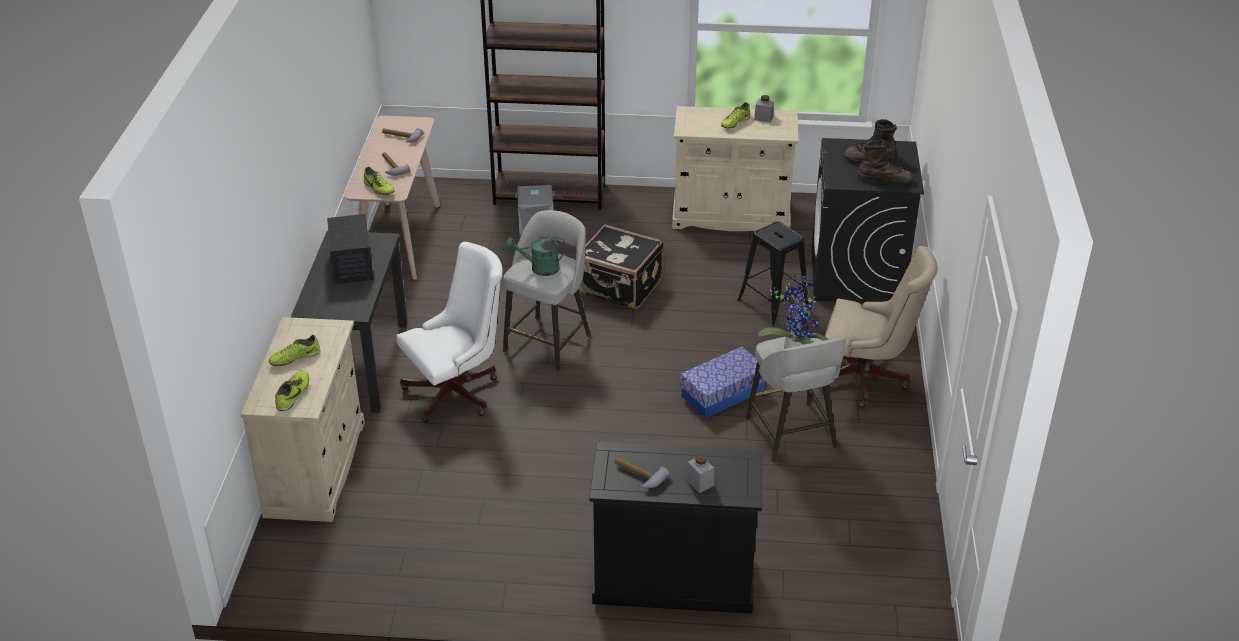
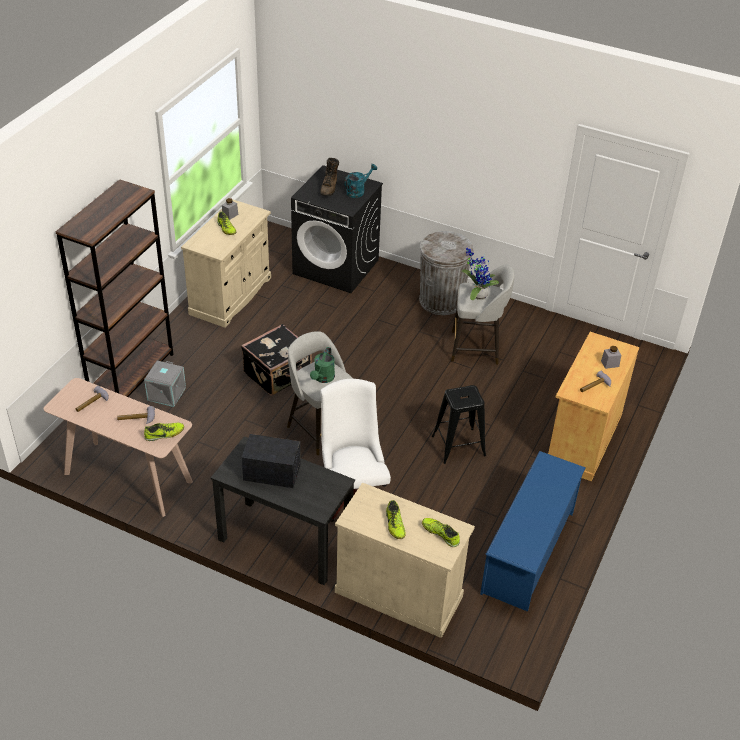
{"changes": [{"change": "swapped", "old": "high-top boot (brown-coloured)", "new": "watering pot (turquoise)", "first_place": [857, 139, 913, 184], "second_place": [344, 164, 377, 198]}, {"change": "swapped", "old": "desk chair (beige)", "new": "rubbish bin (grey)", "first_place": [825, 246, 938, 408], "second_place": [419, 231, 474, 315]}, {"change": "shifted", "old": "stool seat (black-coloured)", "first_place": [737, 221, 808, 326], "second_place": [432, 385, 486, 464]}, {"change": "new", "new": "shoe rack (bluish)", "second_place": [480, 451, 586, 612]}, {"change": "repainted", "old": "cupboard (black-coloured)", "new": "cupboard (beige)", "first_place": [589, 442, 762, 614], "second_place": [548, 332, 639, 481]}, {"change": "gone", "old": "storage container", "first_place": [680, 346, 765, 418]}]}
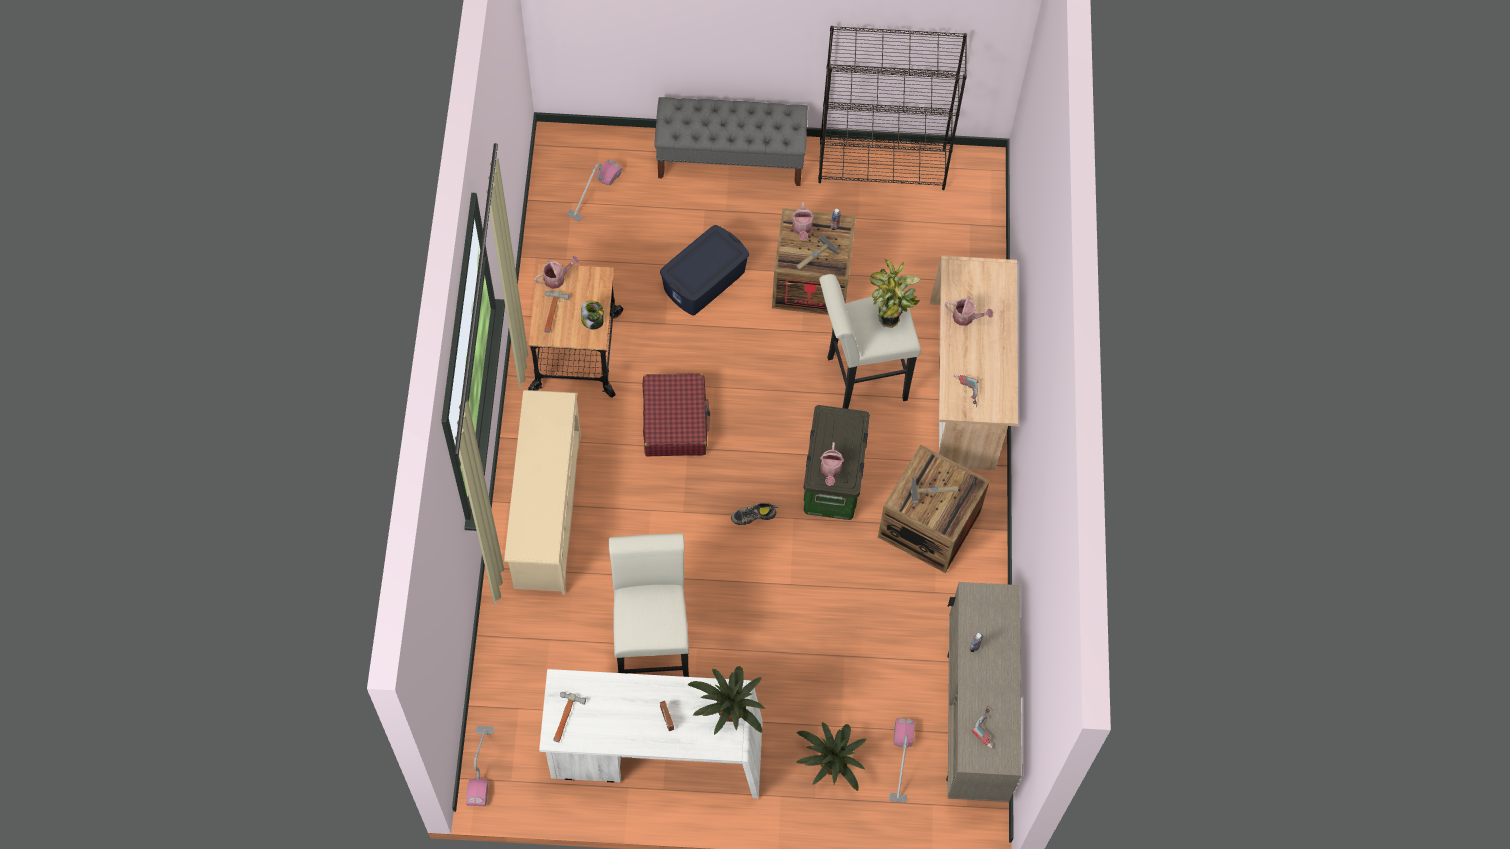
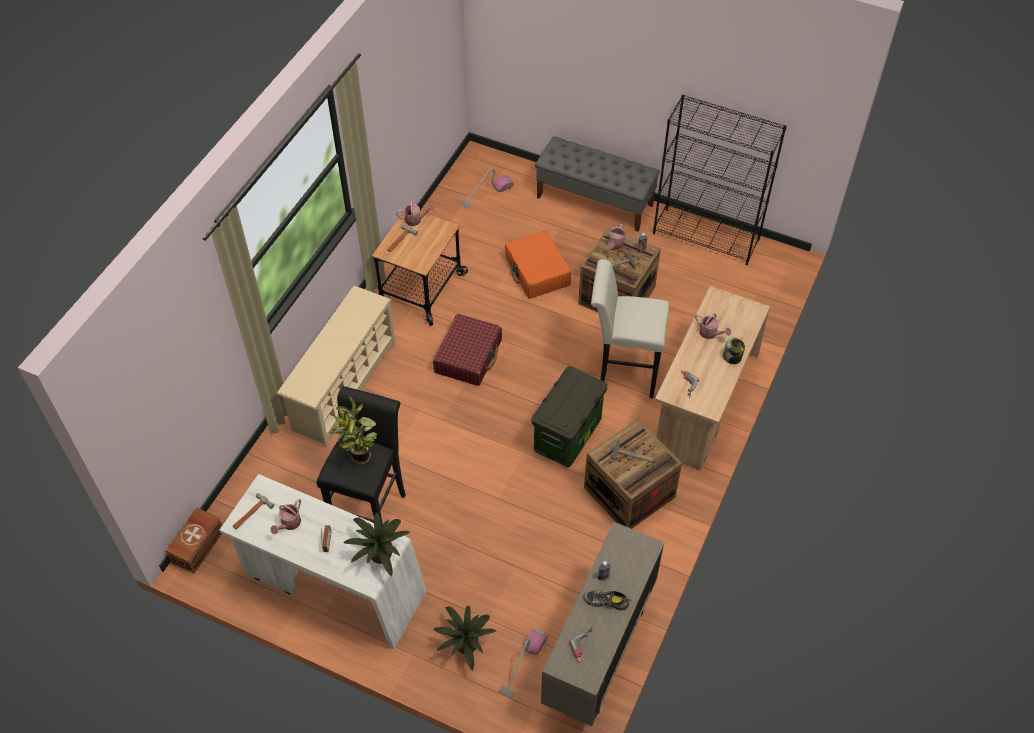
{"changes": [{"change": "swapped", "old": "vacuum", "new": "storage container (brown-coloured)", "first_place": [466, 726, 494, 806], "second_place": [166, 507, 222, 573]}, {"change": "shifted", "old": "watering pot", "first_place": [820, 442, 844, 486], "second_place": [271, 499, 301, 534]}, {"change": "repainted", "old": "stool seat (whitish)", "new": "stool seat (black-coloured)", "first_place": [609, 533, 689, 677], "second_place": [317, 386, 406, 526]}, {"change": "shifted", "old": "potted plant", "first_place": [870, 259, 920, 328], "second_place": [330, 396, 377, 465]}, {"change": "swapped", "old": "storage container (bluish)", "new": "suitcase (orange-coloured)", "first_place": [660, 225, 749, 316], "second_place": [505, 231, 572, 299]}, {"change": "shifted", "old": "low shoe", "first_place": [731, 503, 778, 525], "second_place": [584, 590, 632, 610]}, {"change": "shifted", "old": "preserve jar", "first_place": [581, 300, 604, 329], "second_place": [723, 337, 745, 364]}]}
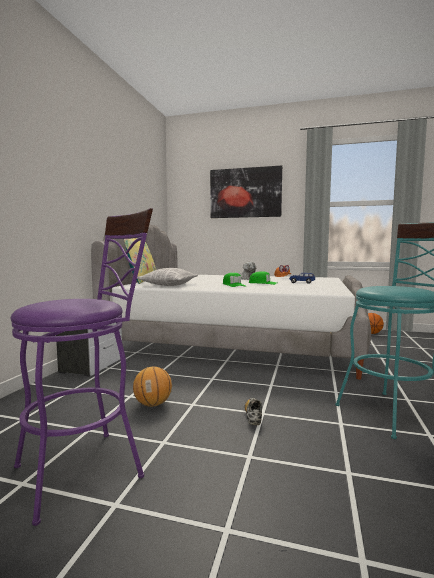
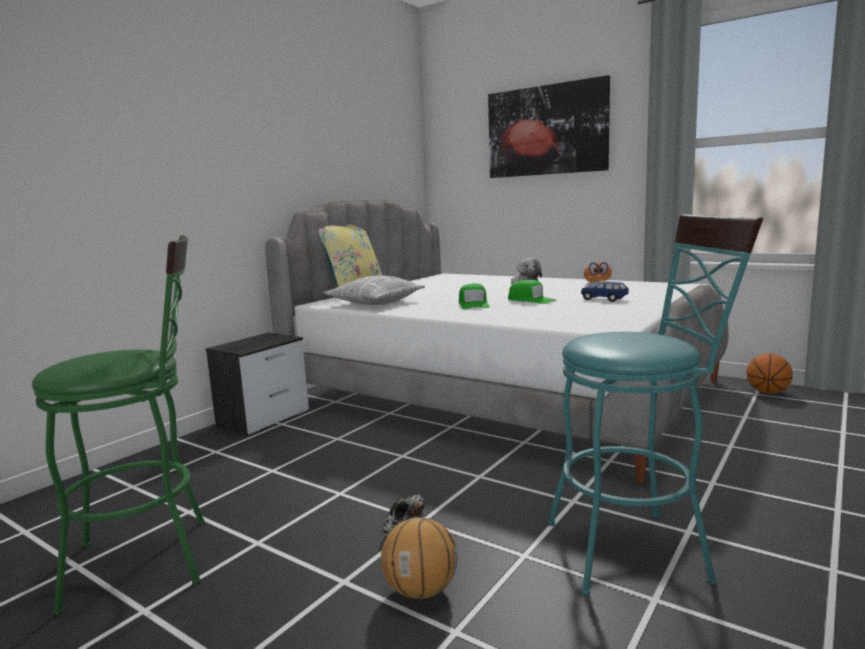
{"changes": [{"change": "repainted", "old": "stool seat (purplish)", "new": "stool seat (greenish)", "first_place": [11, 208, 153, 526], "second_place": [32, 235, 205, 616]}, {"change": "shifted", "old": "ball for basketball", "first_place": [133, 367, 172, 407], "second_place": [381, 517, 458, 599]}]}
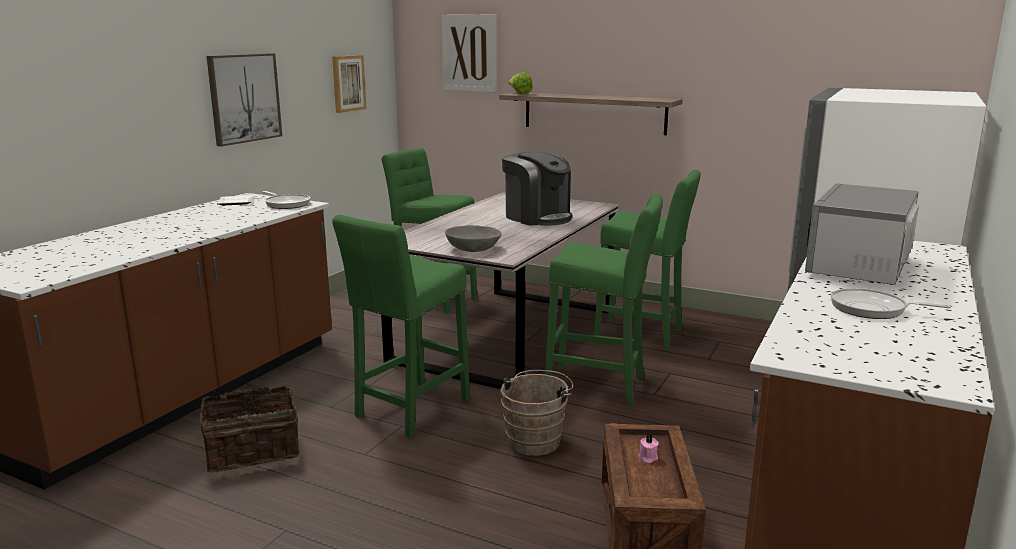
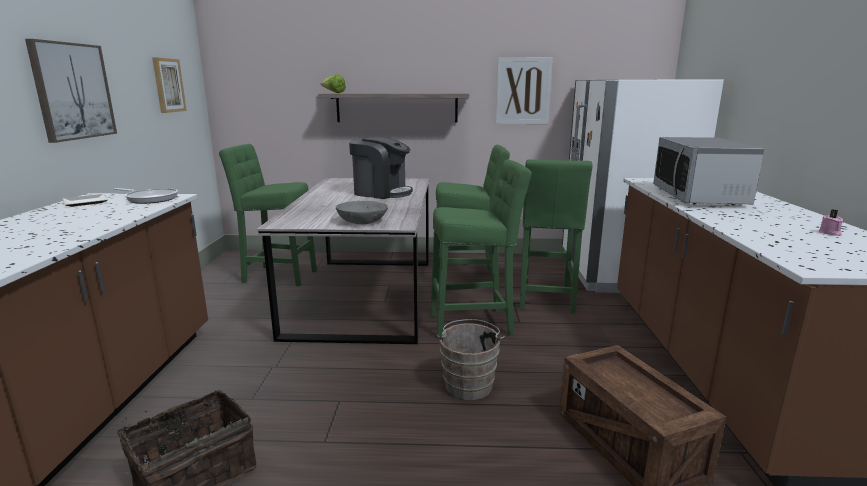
{"changes": [{"change": "shifted", "old": "picture", "first_place": [442, 15, 497, 92], "second_place": [496, 57, 553, 124]}, {"change": "shifted", "old": "stool seat (greenish)", "first_place": [332, 215, 470, 438], "second_place": [520, 159, 592, 313]}, {"change": "shifted", "old": "wax candle (pink-coloured)", "first_place": [638, 433, 659, 463], "second_place": [819, 210, 843, 236]}, {"change": "gone", "old": "skillet", "first_place": [831, 288, 951, 319]}]}
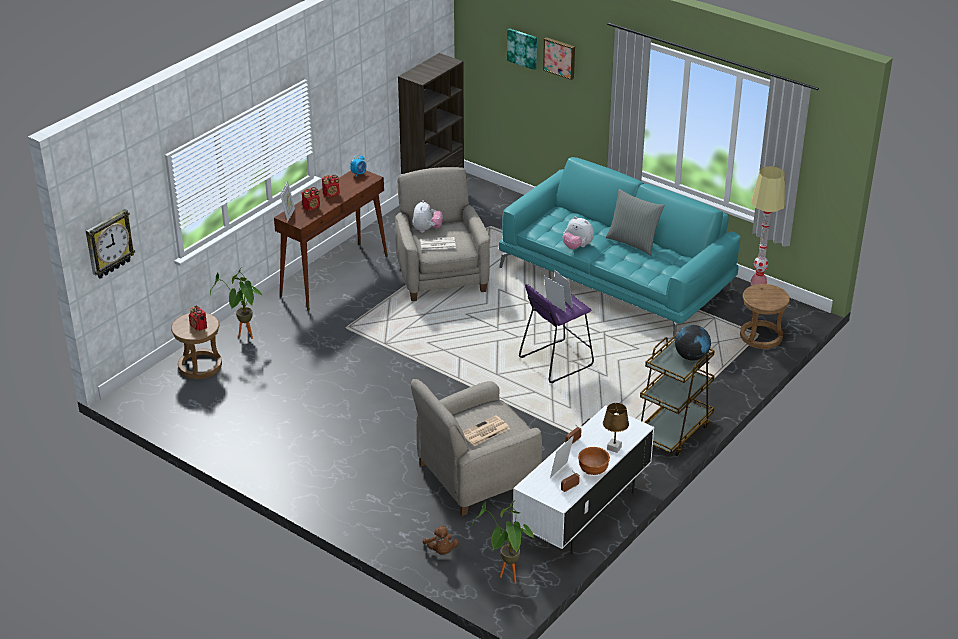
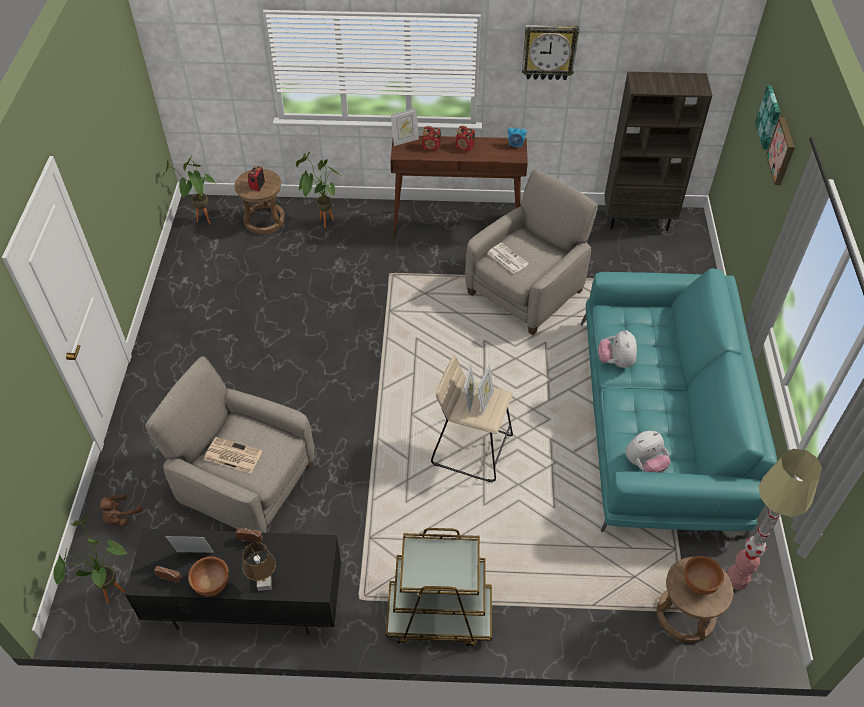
{"changes": [{"change": "repainted", "old": "media console (whitish)", "new": "media console (black-coloured)", "first_place": [513, 405, 654, 554], "second_place": [125, 528, 341, 635]}, {"change": "new", "new": "potted plant", "second_place": [161, 154, 215, 224]}, {"change": "repainted", "old": "stool seat (purplish)", "new": "stool seat (beige)", "first_place": [519, 284, 594, 383], "second_place": [431, 355, 513, 482]}, {"change": "shifted", "old": "clock on the wall", "first_place": [86, 209, 135, 279], "second_place": [522, 25, 579, 80]}, {"change": "shifted", "old": "cuddly toy", "first_place": [412, 200, 443, 233], "second_place": [626, 431, 671, 472]}, {"change": "new", "new": "serving bowl (brown-coloured)", "second_place": [684, 556, 724, 595]}, {"change": "gone", "old": "pillow (grey)", "first_place": [606, 189, 665, 255]}, {"change": "gone", "old": "desk globe", "first_place": [675, 325, 711, 361]}]}
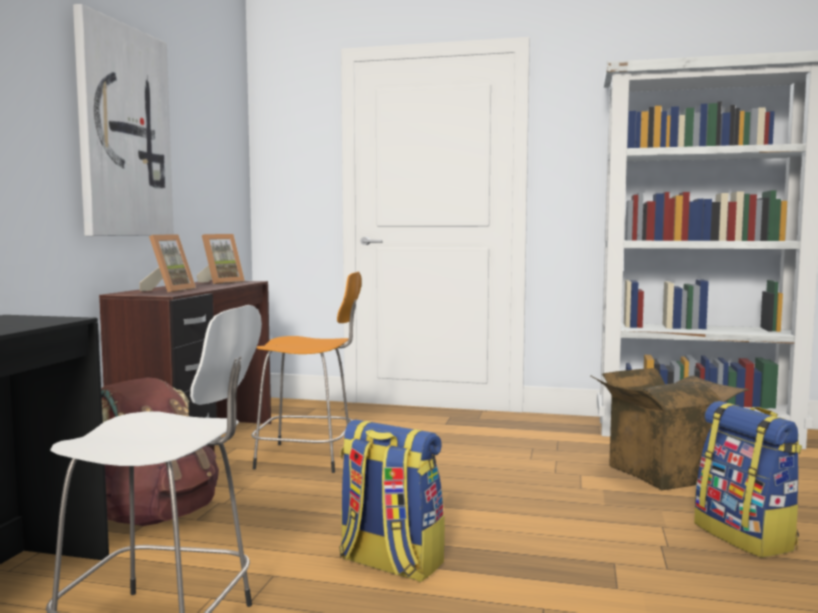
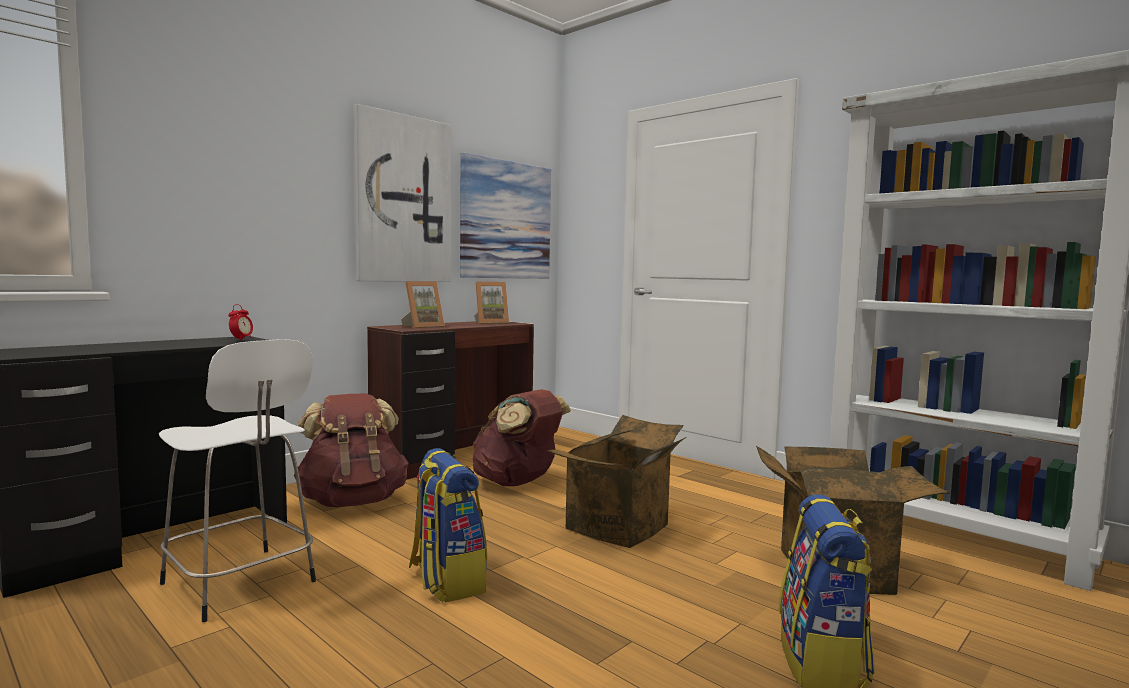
{"changes": [{"change": "new", "new": "alarm clock", "second_place": [228, 304, 253, 340]}, {"change": "new", "new": "picture", "second_place": [460, 153, 551, 279]}, {"change": "swapped", "old": "stool seat (orange-coloured)", "new": "knapsack (brown-coloured)", "first_place": [251, 272, 362, 473], "second_place": [473, 389, 571, 486]}, {"change": "new", "new": "carton", "second_place": [547, 415, 687, 548]}]}
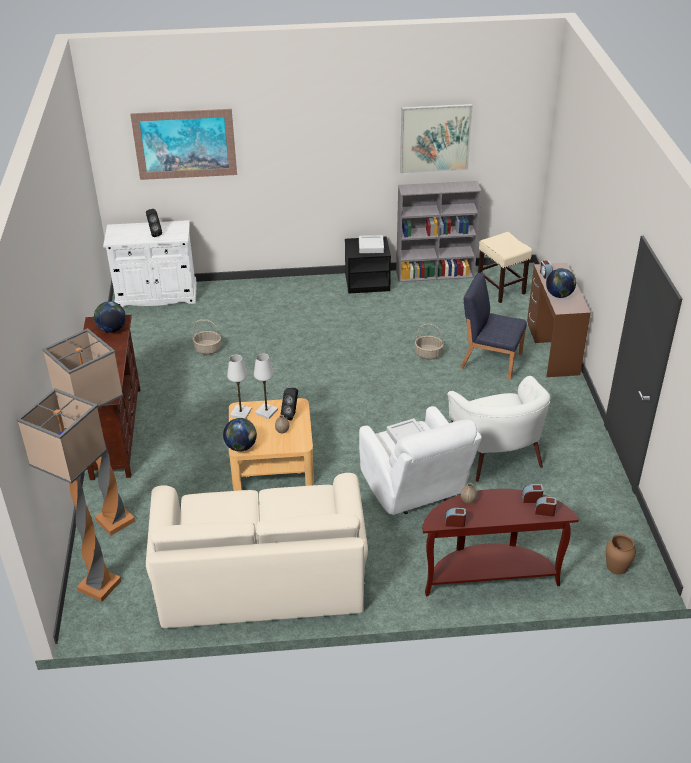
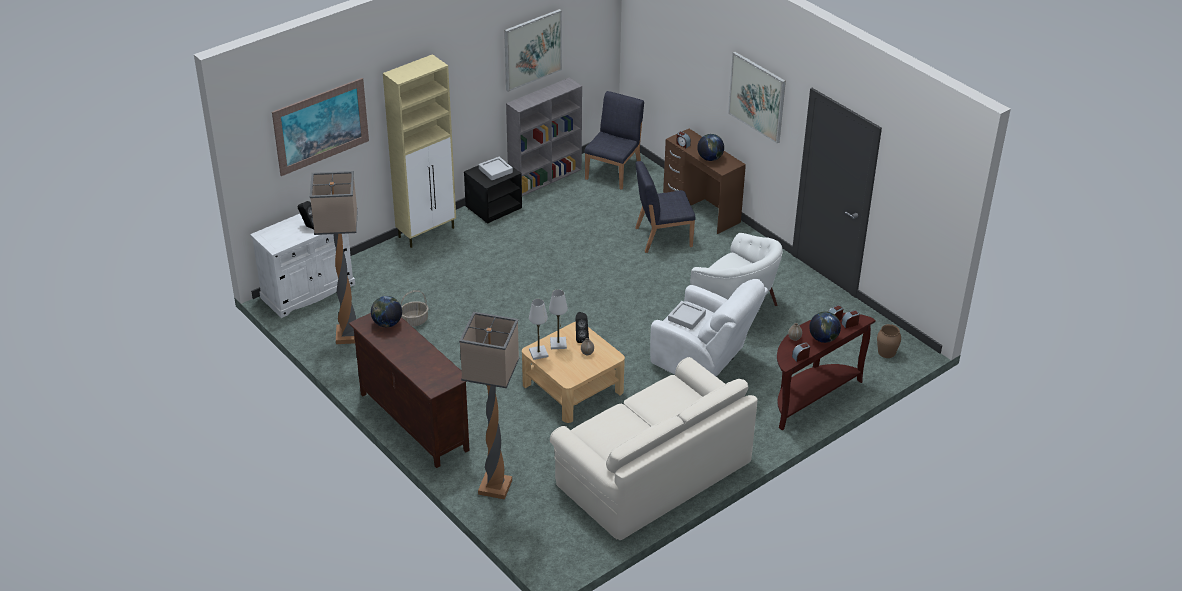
{"changes": [{"change": "shifted", "old": "standing lamp", "first_place": [16, 388, 121, 602], "second_place": [310, 171, 358, 344]}, {"change": "new", "new": "cupboard (beige)", "second_place": [383, 54, 456, 248]}, {"change": "swapped", "old": "stool seat (beige)", "new": "upright chair (bluish)", "first_place": [478, 232, 532, 303], "second_place": [585, 91, 644, 190]}, {"change": "new", "new": "picture", "second_place": [728, 52, 786, 143]}, {"change": "shifted", "old": "desk globe", "first_place": [223, 418, 257, 452], "second_place": [809, 311, 841, 343]}, {"change": "gone", "old": "storage basket", "first_place": [415, 324, 444, 360]}]}
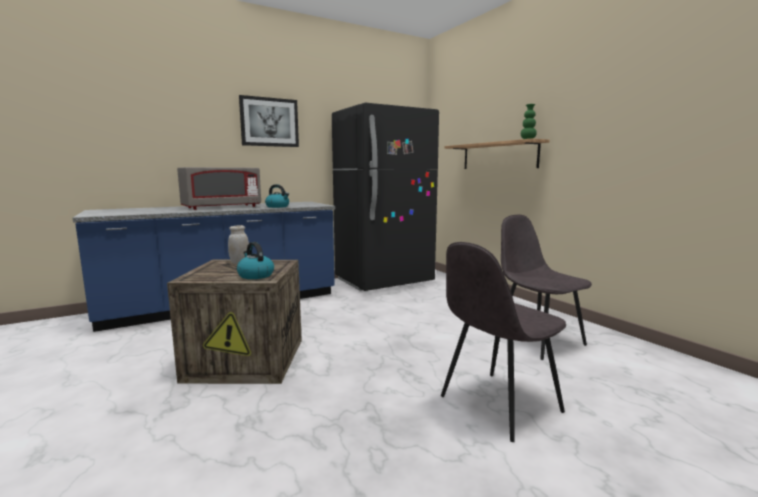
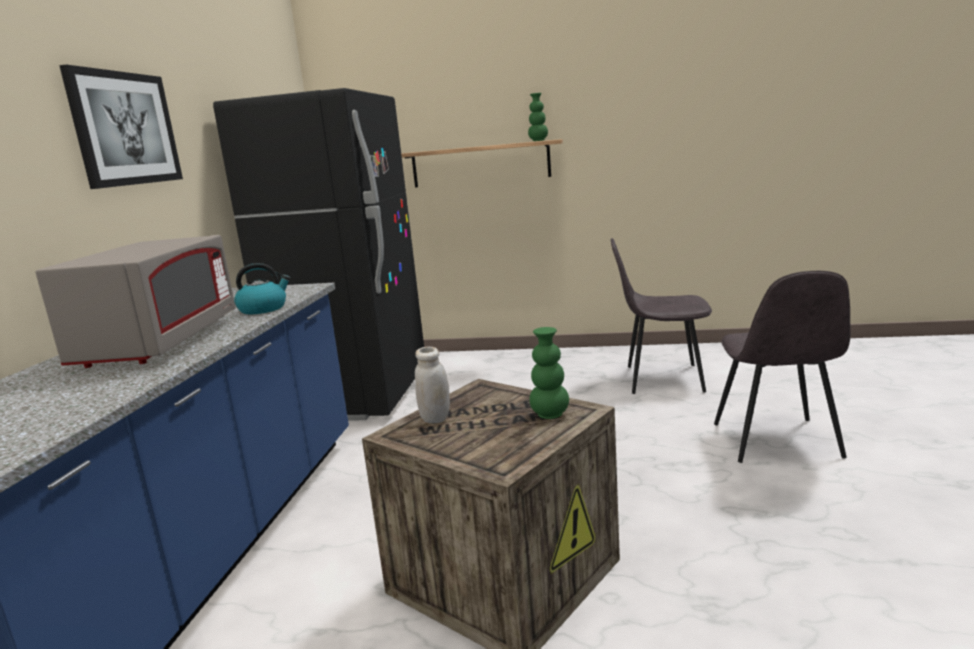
{"changes": [{"change": "swapped", "old": "kettle", "new": "vase (greenish)", "first_place": [237, 242, 274, 279], "second_place": [529, 327, 569, 419]}]}
